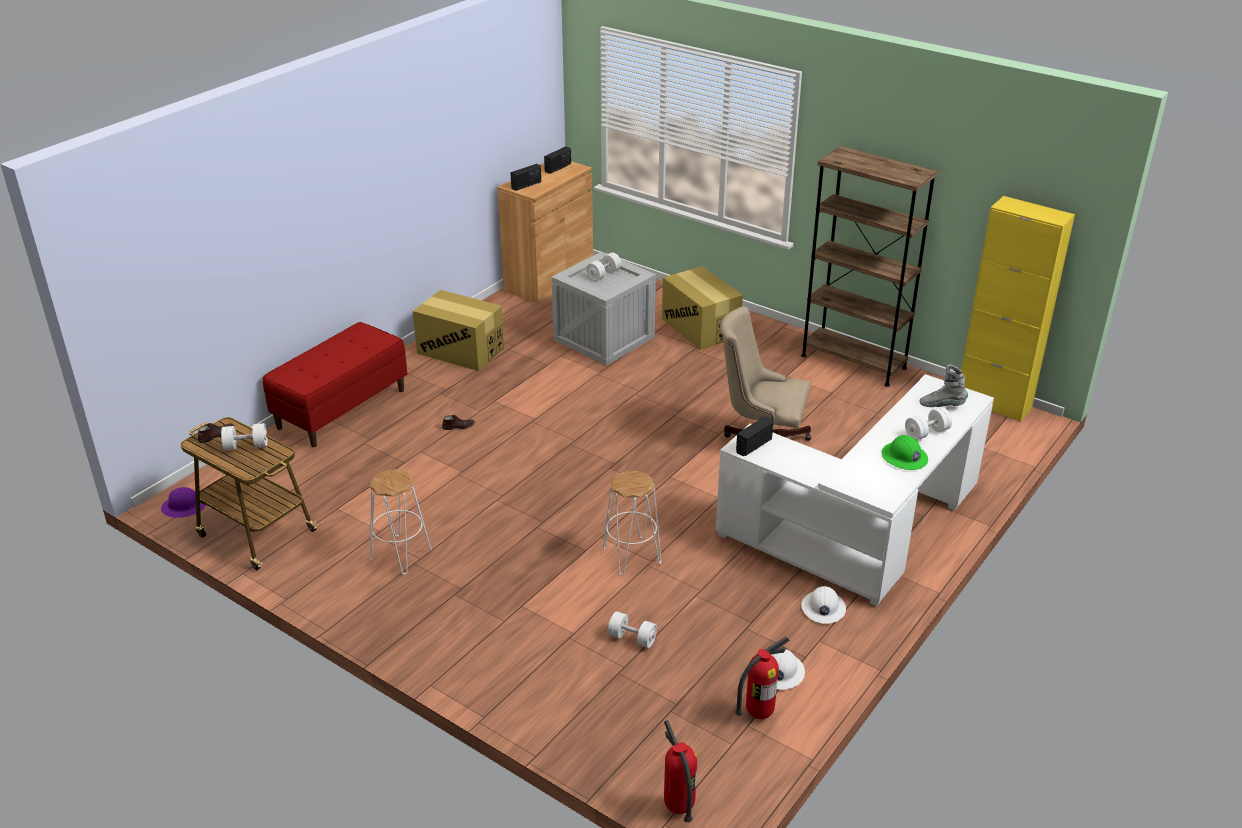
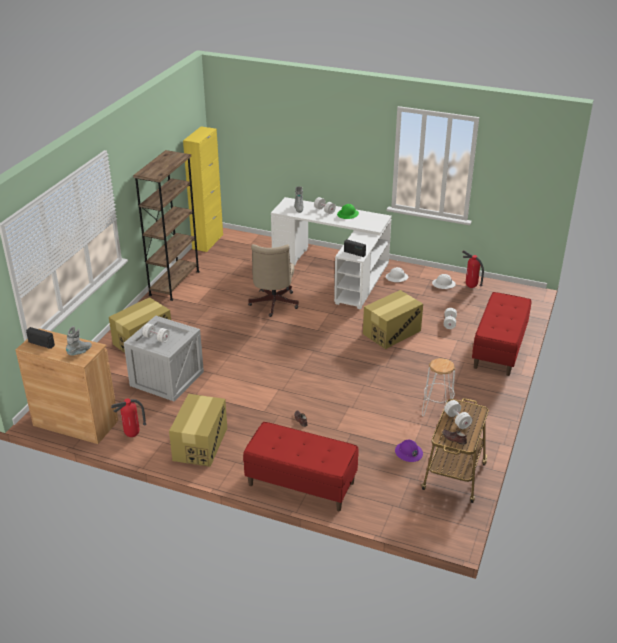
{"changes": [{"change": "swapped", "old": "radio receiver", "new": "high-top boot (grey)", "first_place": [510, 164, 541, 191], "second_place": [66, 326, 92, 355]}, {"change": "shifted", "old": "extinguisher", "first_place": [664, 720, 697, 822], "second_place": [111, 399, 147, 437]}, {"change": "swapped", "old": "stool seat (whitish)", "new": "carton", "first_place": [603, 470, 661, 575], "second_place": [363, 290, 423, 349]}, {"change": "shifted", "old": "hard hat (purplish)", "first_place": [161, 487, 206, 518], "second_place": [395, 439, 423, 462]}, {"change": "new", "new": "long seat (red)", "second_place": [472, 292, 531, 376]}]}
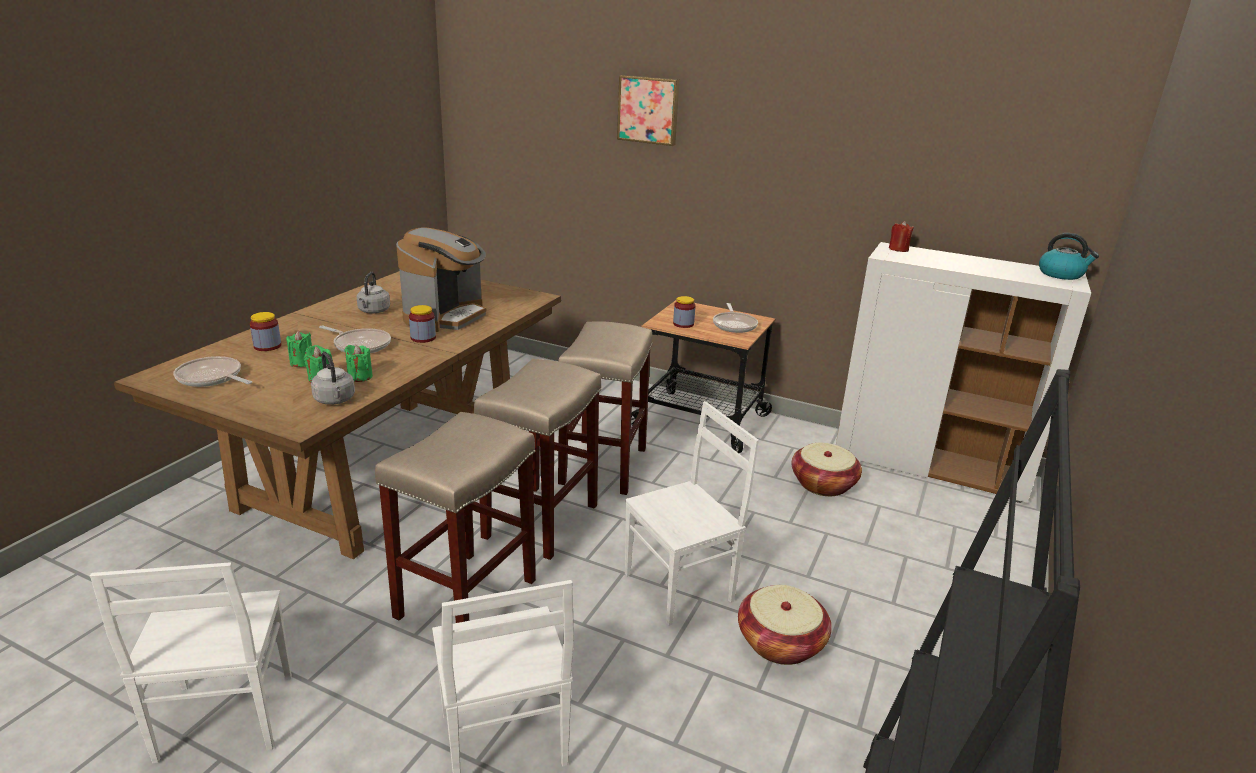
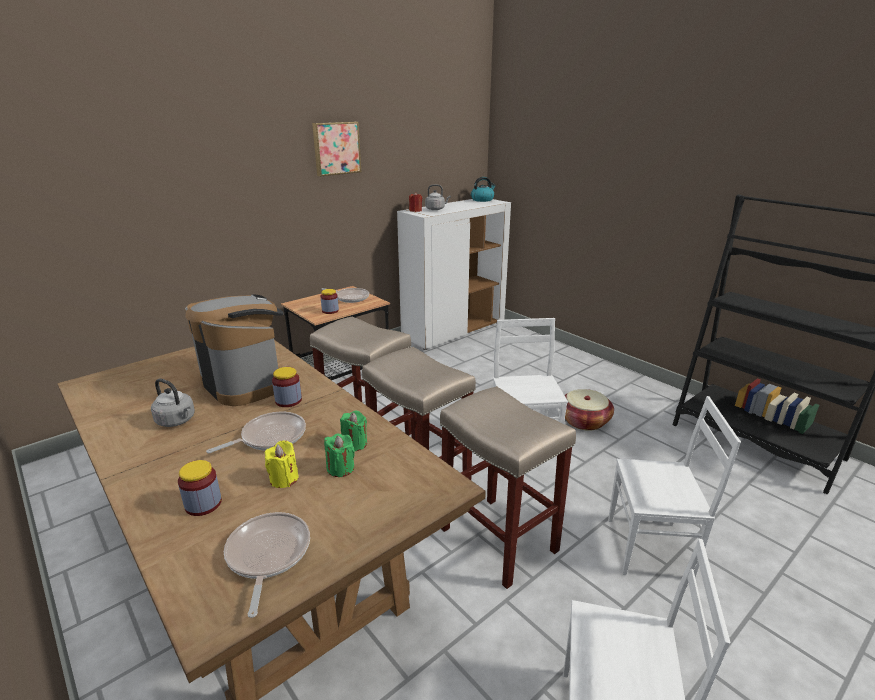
{"changes": [{"change": "rotated", "old": "skillet", "first_place": [173, 356, 252, 387], "second_place": [224, 512, 310, 618], "degrees": 120}, {"change": "repainted", "old": "wax candle (greenish)", "new": "wax candle (yellow)", "first_place": [286, 331, 312, 367], "second_place": [265, 440, 299, 488]}, {"change": "shifted", "old": "picture", "first_place": [617, 75, 679, 146], "second_place": [312, 121, 362, 177]}, {"change": "shifted", "old": "kettle (grey)", "first_place": [311, 352, 355, 405], "second_place": [425, 184, 451, 210]}, {"change": "gone", "old": "storage basket", "first_place": [792, 443, 862, 496]}]}
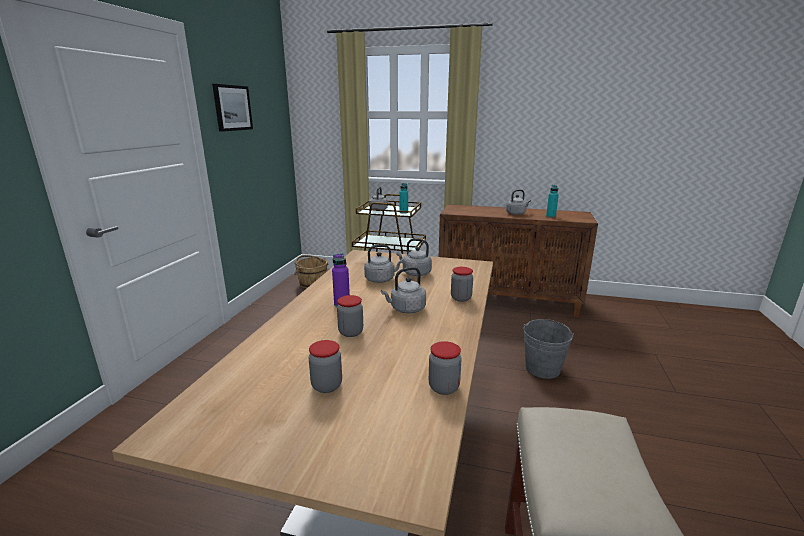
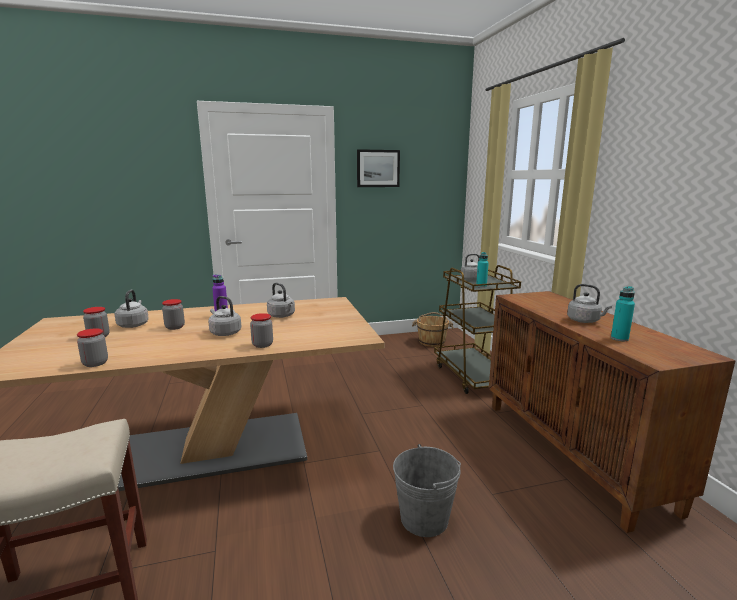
{"changes": [{"change": "shifted", "old": "kettle (grey)", "first_place": [396, 239, 432, 276], "second_place": [114, 290, 149, 328]}]}
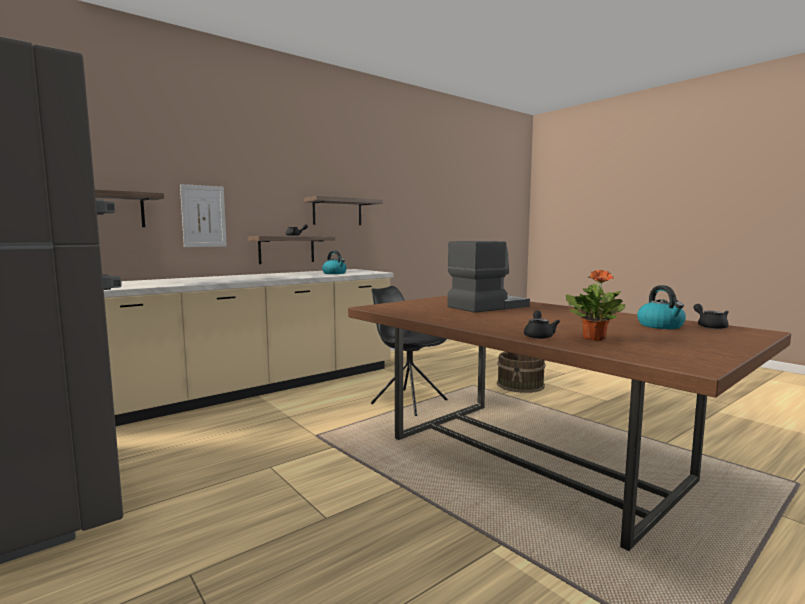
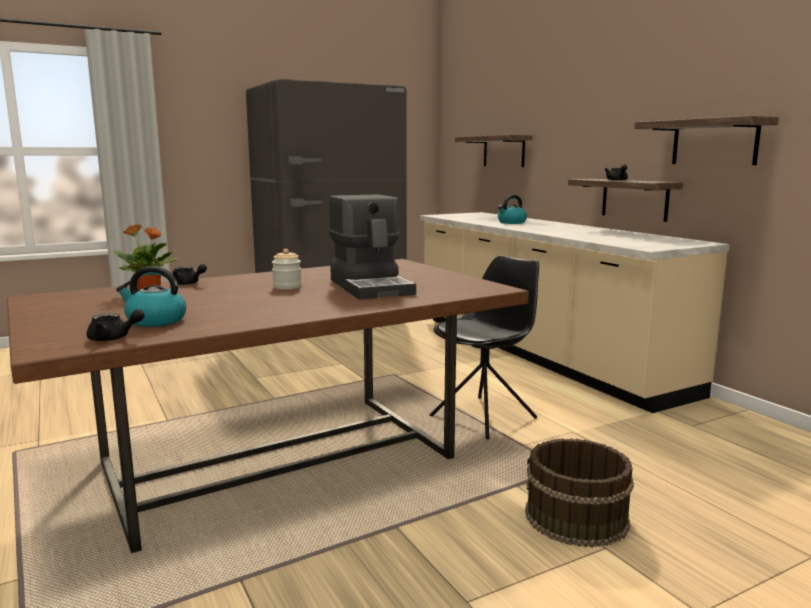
{"changes": [{"change": "new", "new": "preserve jar", "second_place": [272, 249, 302, 289]}, {"change": "shifted", "old": "kettle", "first_place": [322, 250, 347, 274], "second_place": [498, 195, 527, 224]}, {"change": "gone", "old": "picture", "first_place": [180, 184, 227, 247]}]}
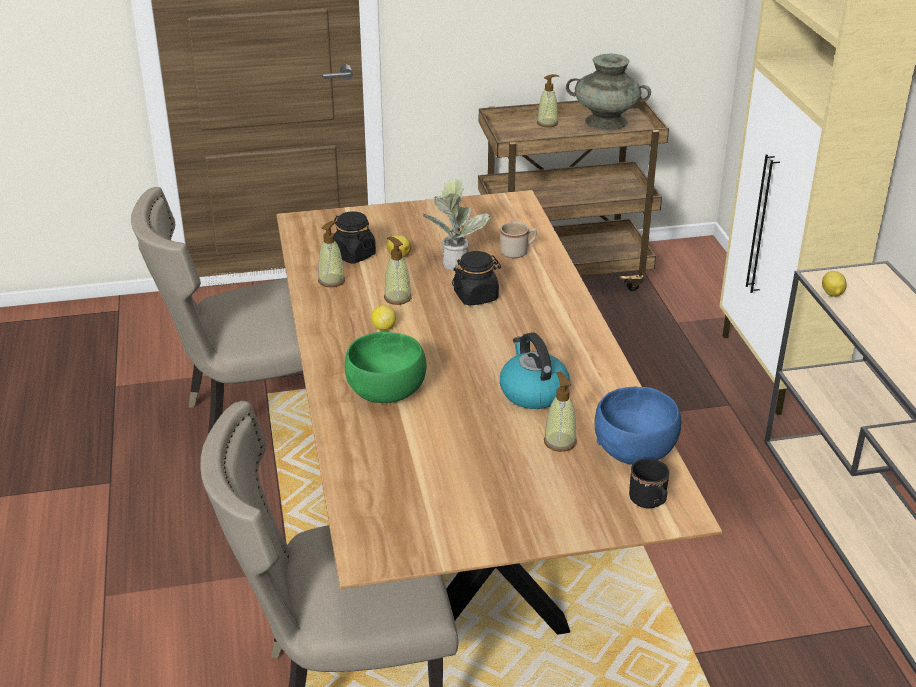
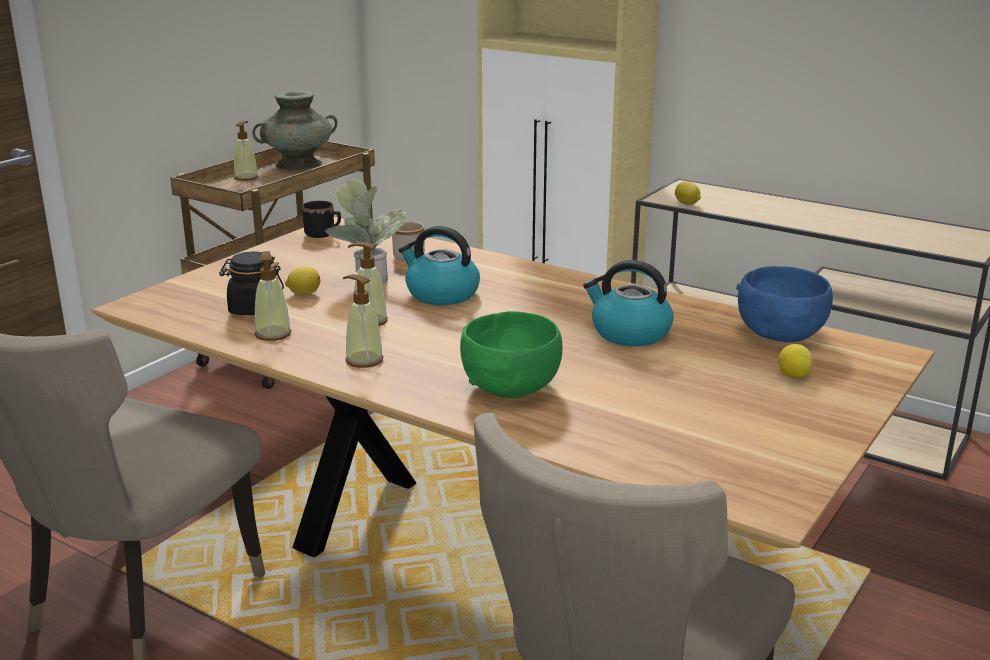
{"changes": [{"change": "shifted", "old": "tea mug (black-coloured)", "first_place": [629, 458, 669, 508], "second_place": [302, 201, 341, 238]}, {"change": "shifted", "old": "soap dispenser", "first_place": [544, 372, 577, 452], "second_place": [343, 274, 384, 368]}, {"change": "swapped", "old": "preserve jar (black-coloured)", "new": "kettle", "first_place": [452, 251, 501, 306], "second_place": [399, 226, 480, 305]}, {"change": "shifted", "old": "whole lemon", "first_place": [371, 305, 396, 330], "second_place": [778, 344, 813, 378]}]}
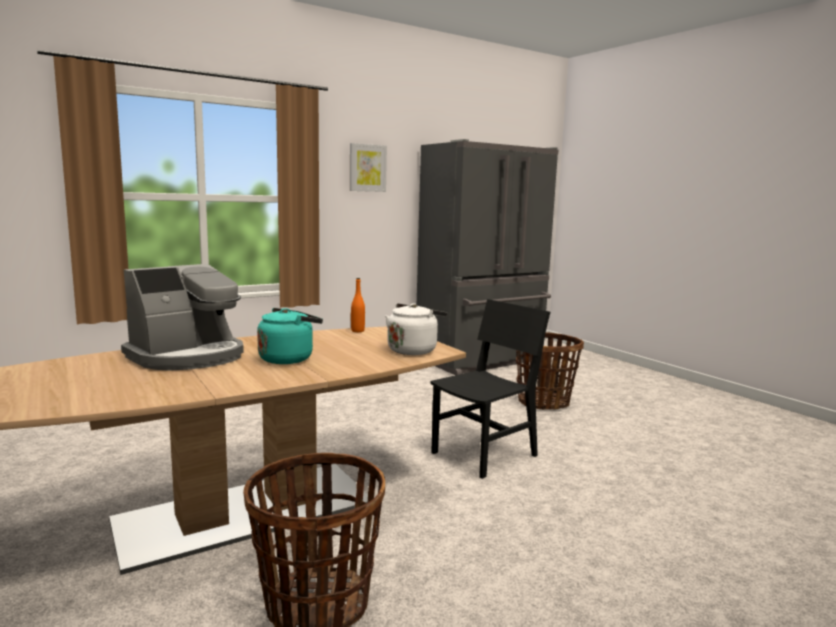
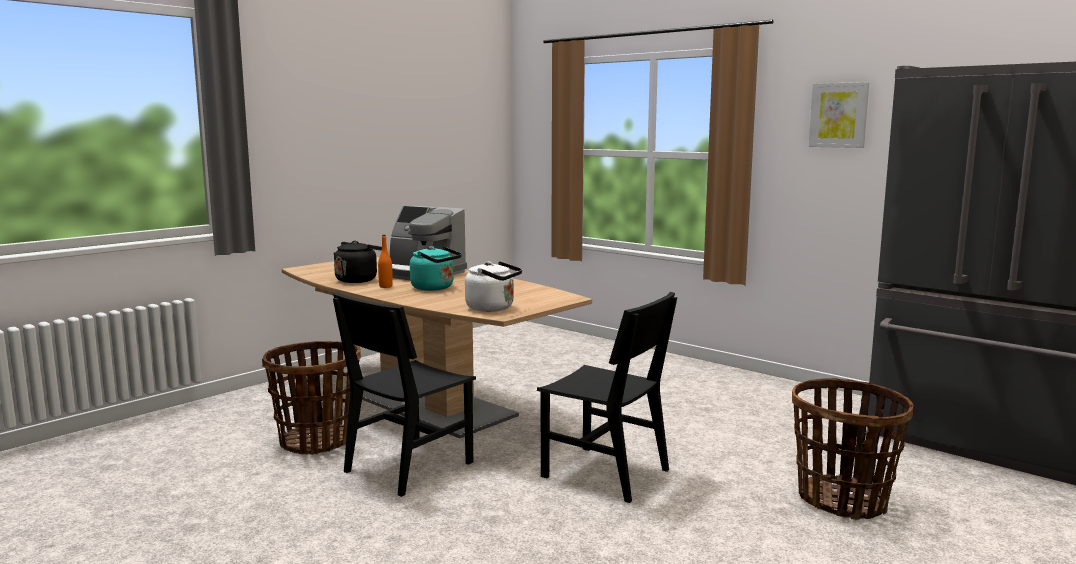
{"changes": [{"change": "new", "new": "upright chair (black-coloured)", "second_place": [333, 292, 476, 497]}, {"change": "new", "new": "kettle (black-coloured)", "second_place": [334, 241, 382, 283]}, {"change": "shifted", "old": "drink bottle (orange-coloured)", "first_place": [351, 278, 365, 332], "second_place": [378, 235, 393, 288]}]}
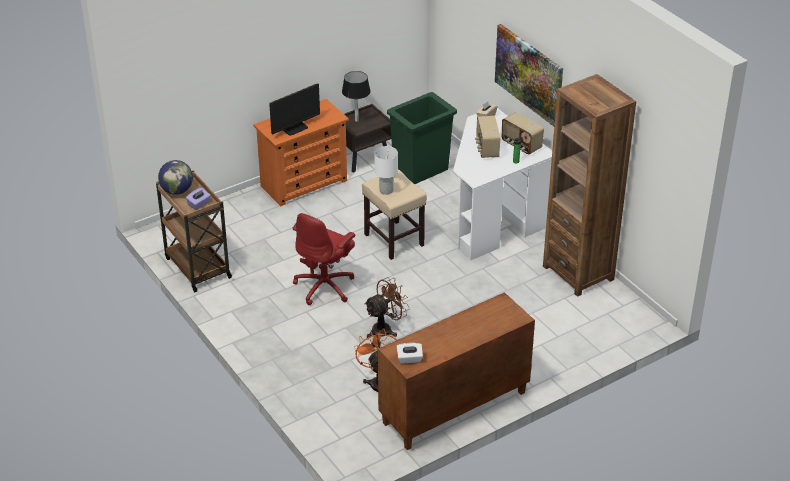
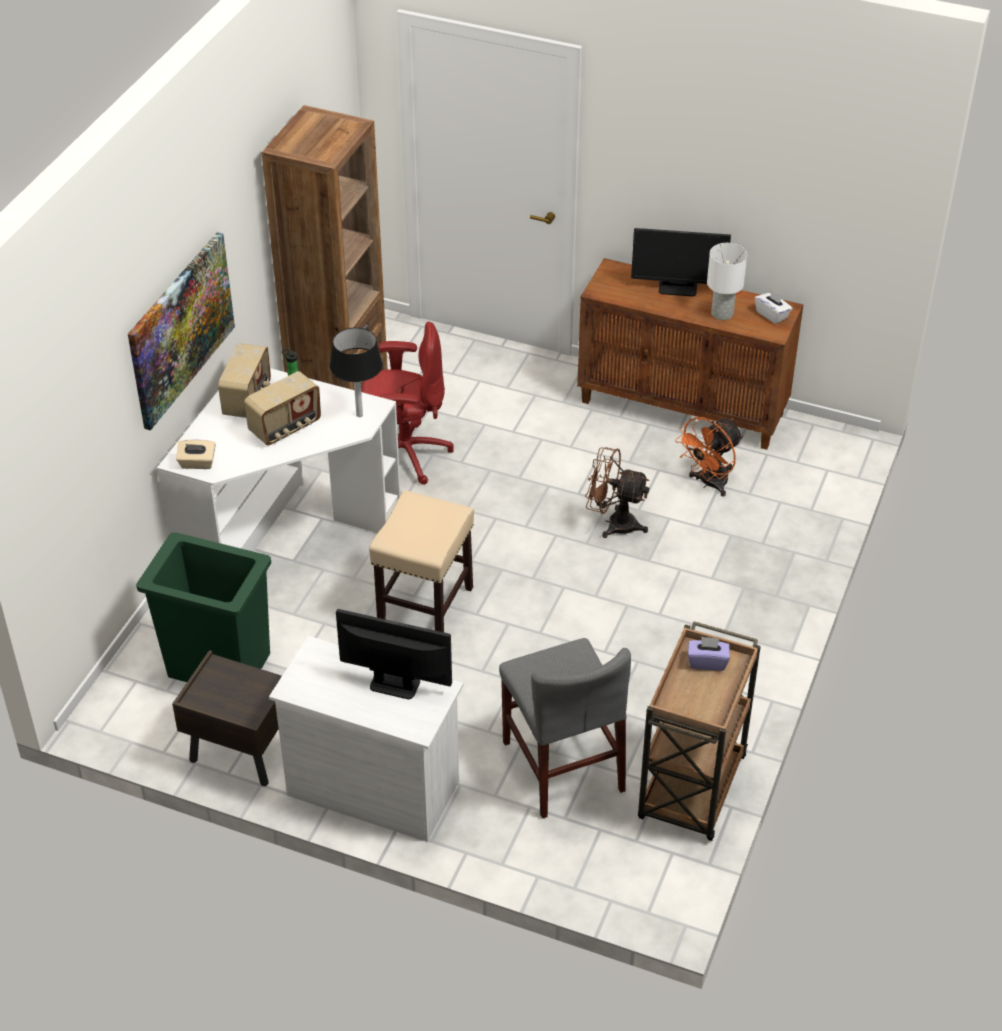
{"changes": [{"change": "repainted", "old": "chest of drawers (orange-coloured)", "new": "chest of drawers (whitish)", "first_place": [253, 99, 349, 206], "second_place": [269, 636, 463, 842]}, {"change": "shifted", "old": "table lamp (black-coloured)", "first_place": [342, 71, 371, 122], "second_place": [330, 327, 383, 417]}, {"change": "shifted", "old": "desk chair (red)", "first_place": [293, 213, 355, 305], "second_place": [362, 322, 454, 485]}, {"change": "new", "new": "upright chair (grey)", "second_place": [499, 638, 631, 819]}, {"change": "new", "new": "monitor", "second_place": [631, 228, 731, 296]}, {"change": "shifted", "old": "table lamp (whitish)", "first_place": [375, 146, 398, 195], "second_place": [707, 243, 747, 320]}, {"change": "gone", "old": "desk globe", "first_place": [158, 160, 193, 195]}]}
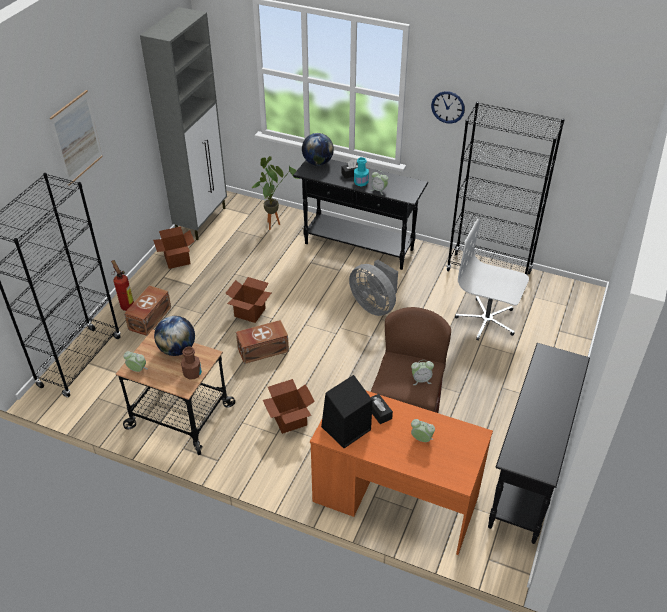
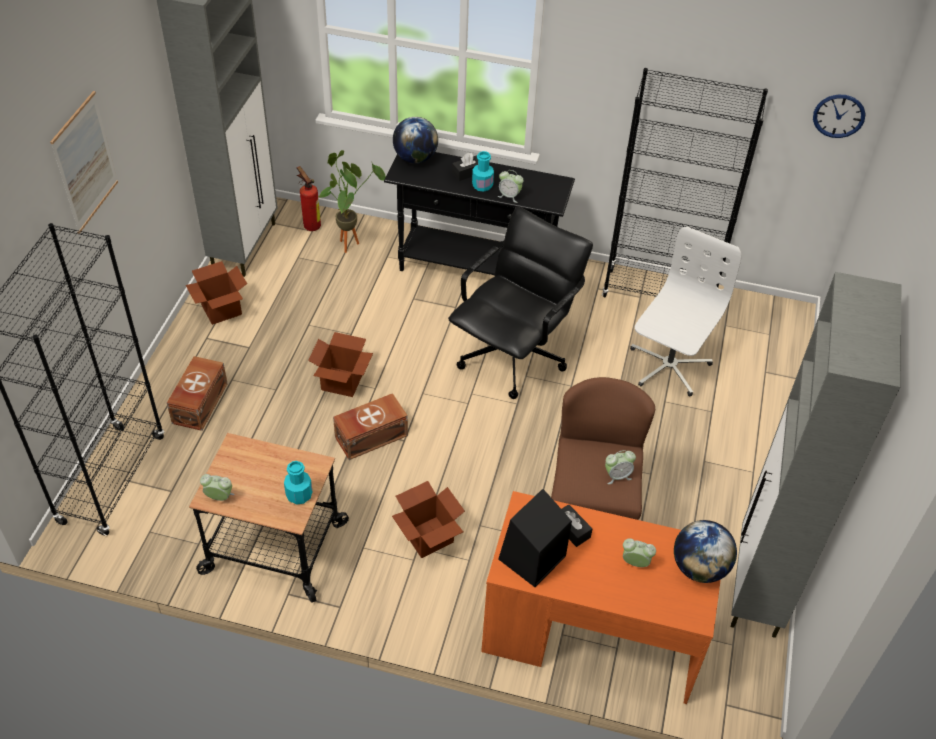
{"changes": [{"change": "repainted", "old": "drink bottle (brown-coloured)", "new": "drink bottle (turquoise)", "first_place": [181, 347, 202, 379], "second_place": [284, 461, 313, 504]}, {"change": "shifted", "old": "extinguisher", "first_place": [111, 260, 134, 311], "second_place": [297, 166, 321, 231]}, {"change": "swapped", "old": "cooling fan (grey)", "new": "desk chair (black-coloured)", "first_place": [349, 259, 398, 316], "second_place": [448, 207, 593, 399]}, {"change": "rotated", "old": "desk chair (whitish)", "first_place": [455, 219, 529, 341], "second_place": [630, 226, 742, 397], "degrees": 105}, {"change": "shifted", "old": "desk globe", "first_place": [154, 316, 195, 356], "second_place": [674, 520, 737, 583]}, {"change": "swapped", "old": "narrow table (black-coloured)", "new": "cupboard (grey)", "first_place": [488, 343, 590, 544], "second_place": [731, 272, 901, 638]}, {"change": "shifted", "old": "clock on the wall", "first_place": [431, 91, 465, 124], "second_place": [813, 95, 866, 138]}]}
